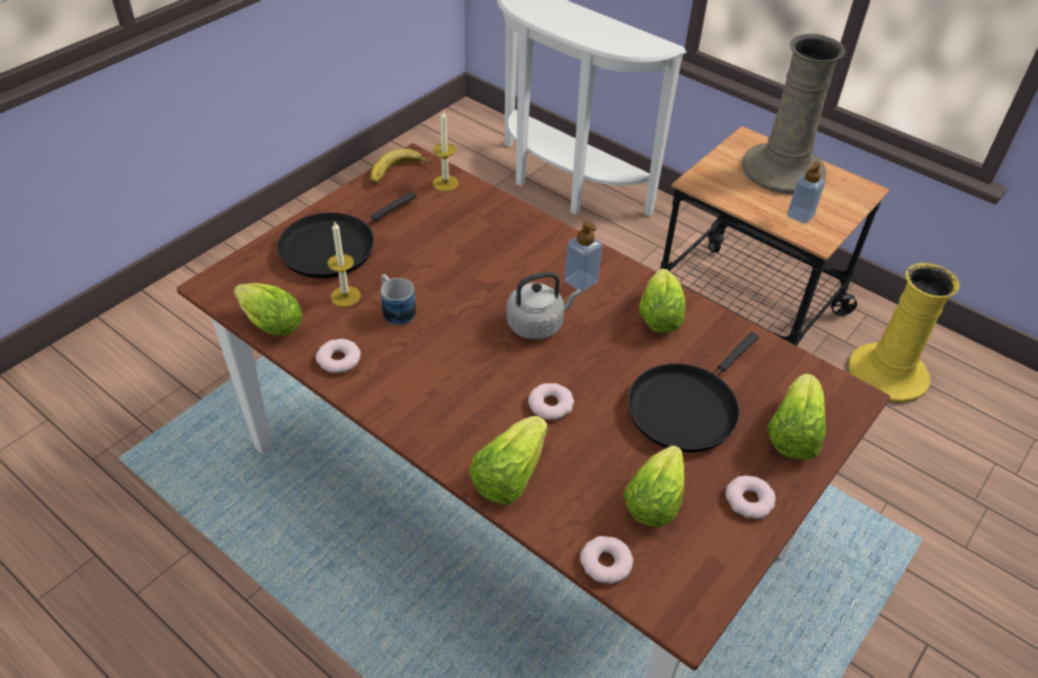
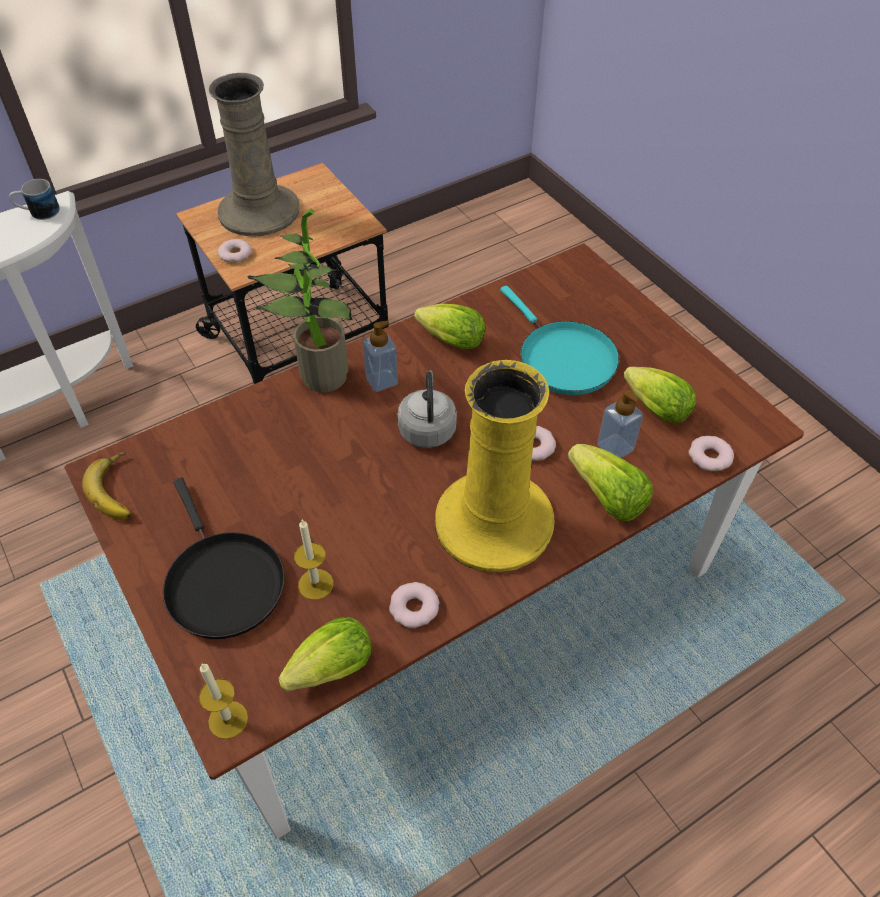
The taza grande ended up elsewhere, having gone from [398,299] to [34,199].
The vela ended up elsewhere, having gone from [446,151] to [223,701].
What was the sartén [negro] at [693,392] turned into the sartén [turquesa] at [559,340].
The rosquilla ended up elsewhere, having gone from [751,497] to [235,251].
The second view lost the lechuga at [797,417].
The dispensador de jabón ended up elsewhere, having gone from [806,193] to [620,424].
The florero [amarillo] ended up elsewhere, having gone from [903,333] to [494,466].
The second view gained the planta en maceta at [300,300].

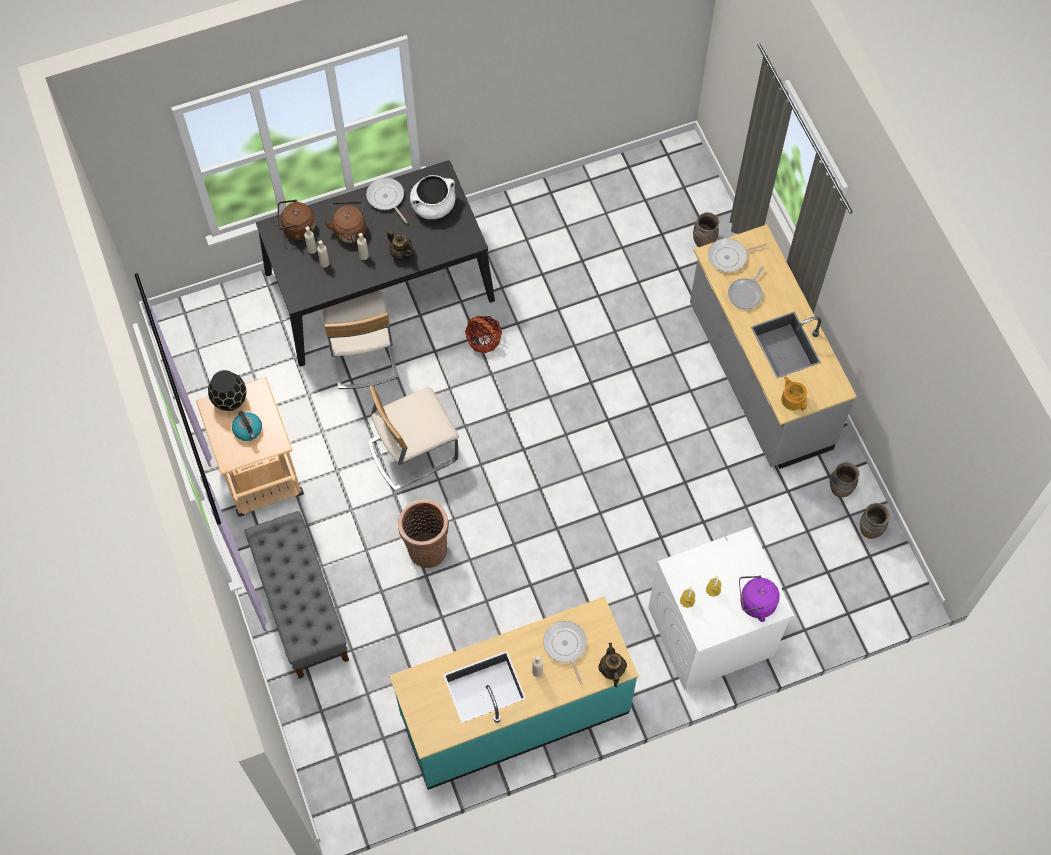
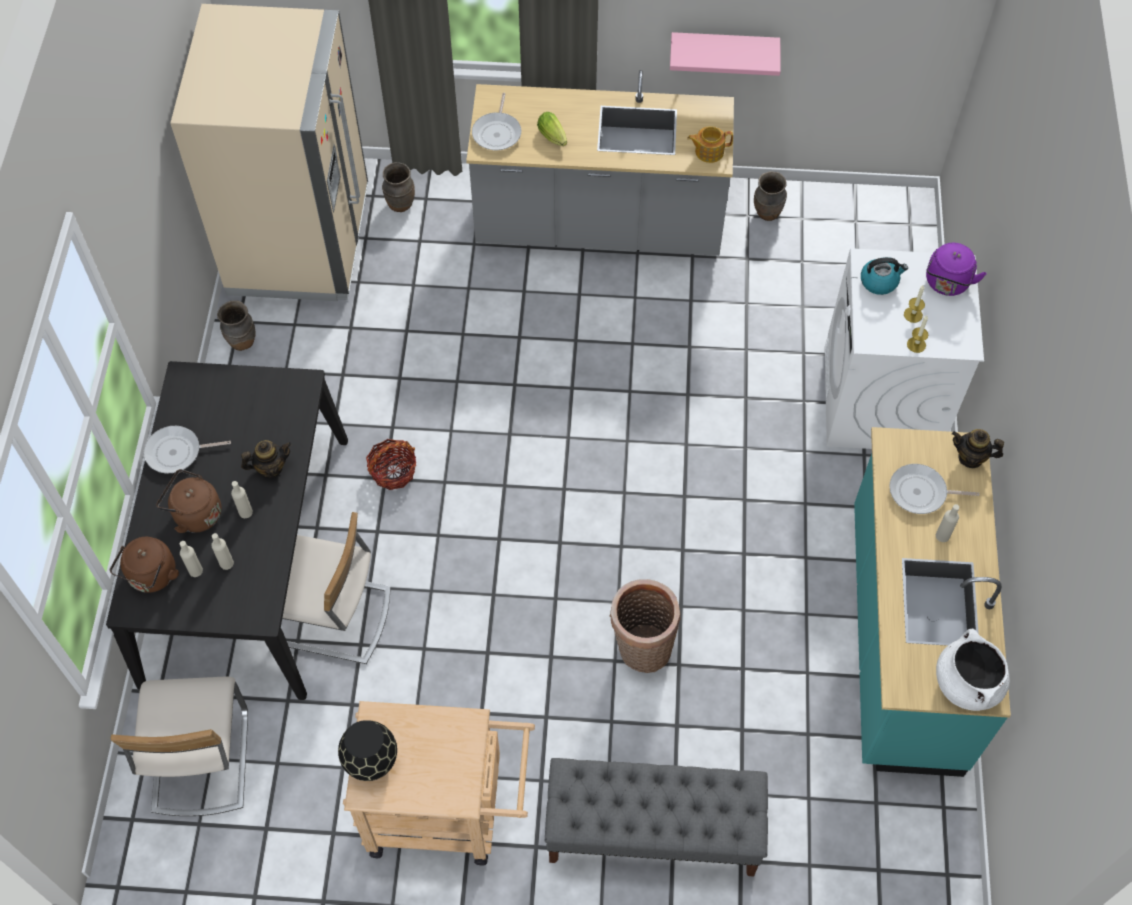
The hervidor ended up elsewhere, having gone from [247,426] to [884,276].
The silla [beis] ended up elsewhere, having gone from [413,438] to [179,746].
The olla [blanco] ended up elsewhere, having gone from [432,197] to [973,670].
Where the sartén stood at [746,288], the lechuga came to stand at [552,129].
The florero [marrón] ended up elsewhere, having gone from [875,521] to [236,325].
The second view gained the nevera [beis] at [269,152].
The second view gained the estante [rosa] at [725,54].

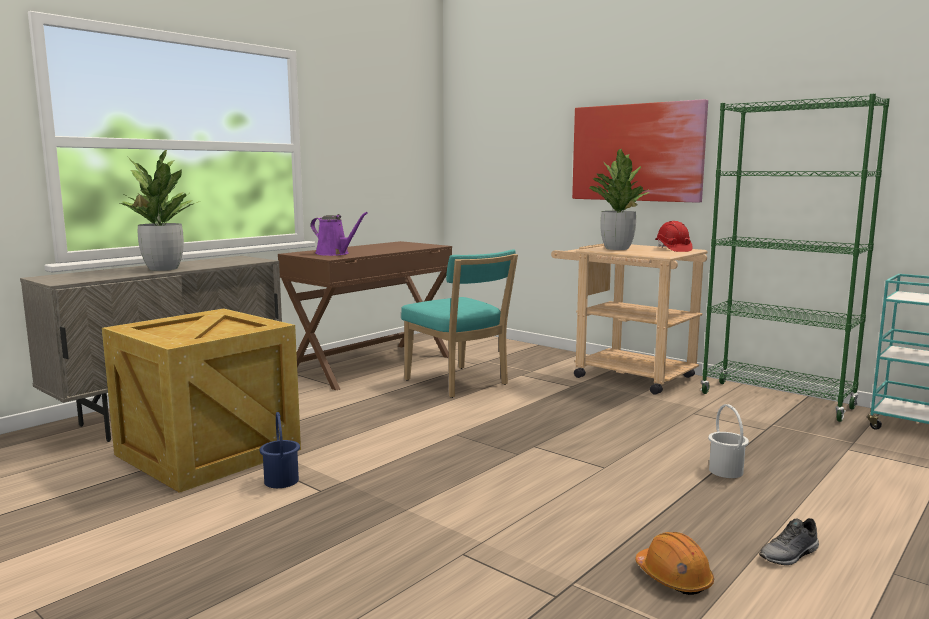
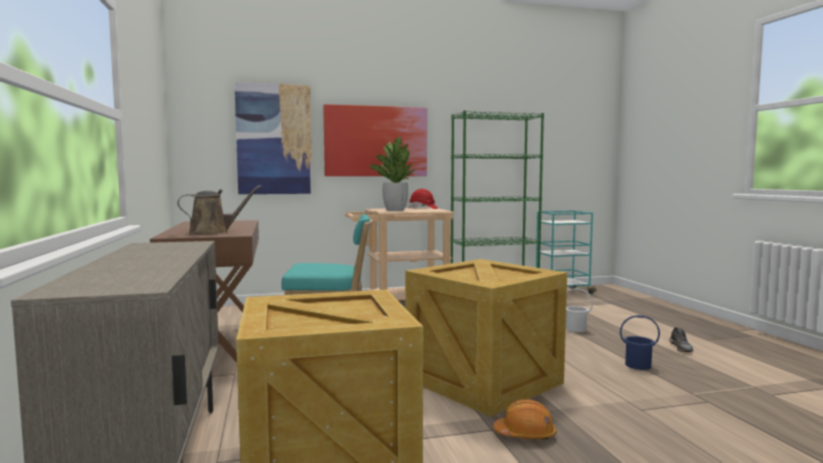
The second view lost the planta en maceta at [160,210].
The cubo [azul] ended up elsewhere, having gone from [280,450] to [640,342].
What was the regadera [morado] at [339,234] turned into the regadera [marrón] at [219,209].
The casco [naranja] ended up elsewhere, having gone from [674,563] to [524,419].
The second view gained the cuadro at [273,138].
The second view gained the caja de embalaje at [486,338].

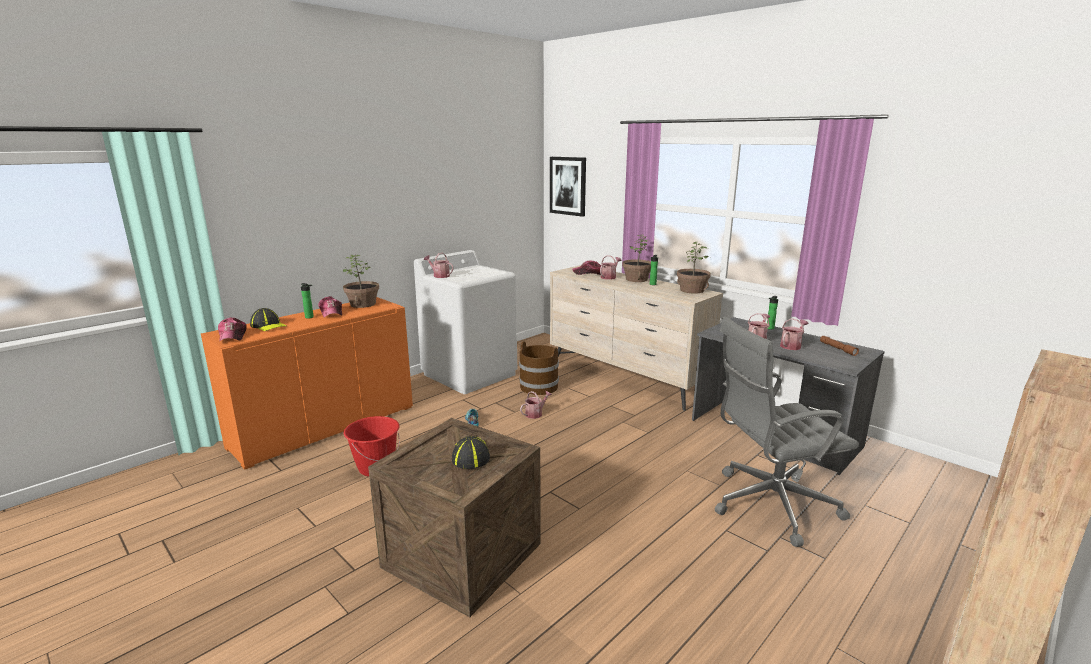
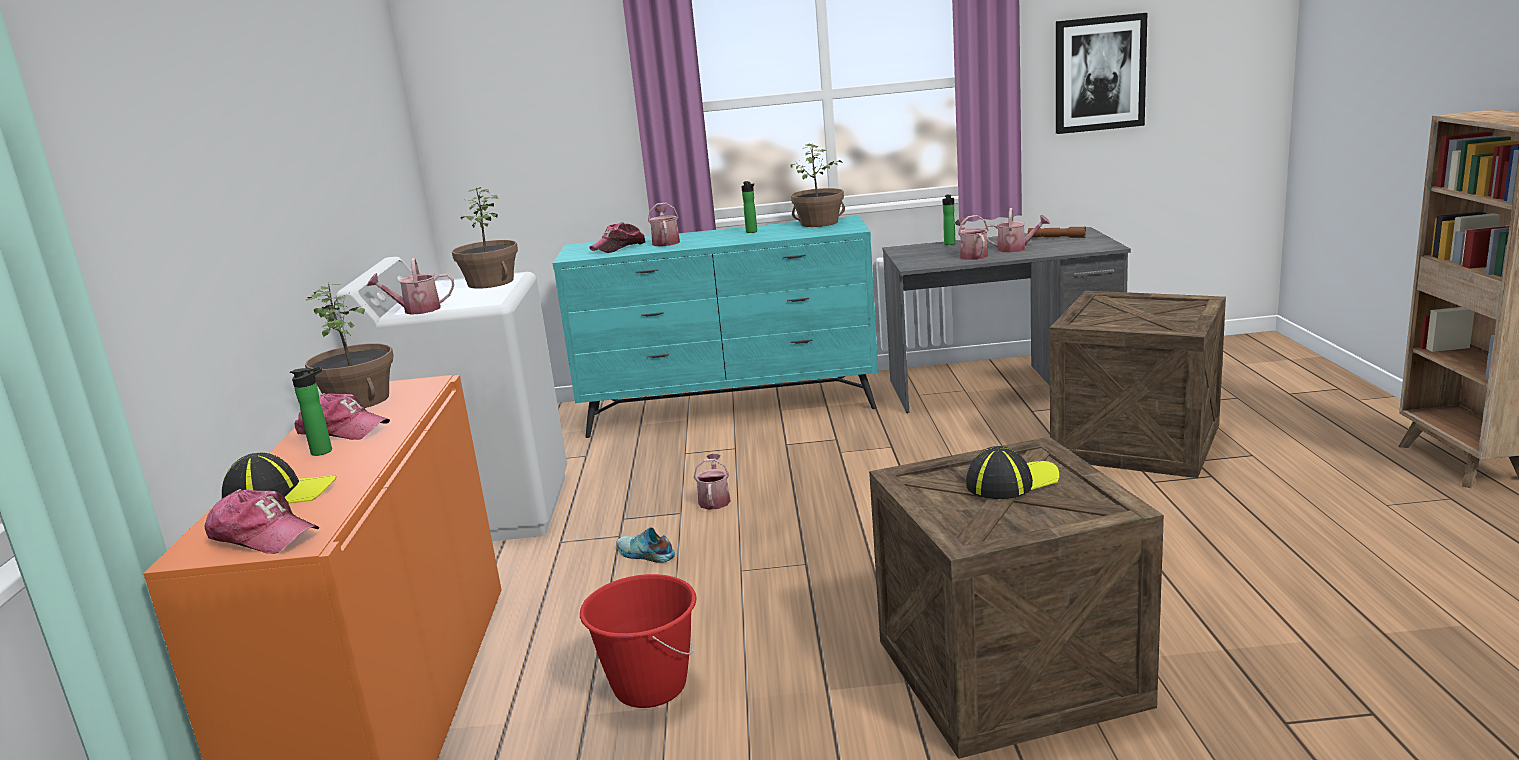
The gorra at [471,452] ended up facing another way, 120 degrees clockwise from before.
The second view lost the cubo [marrón] at [539,368].
The cuadro ended up elsewhere, having gone from [568,187] to [1101,73].
What was the cómoda [beis] at [636,338] turned into the cómoda [turquesa] at [716,327].
The planta en maceta ended up elsewhere, having gone from [636,258] to [485,238].
Where the silla de oficina [gris] stood at [787,432], the caja de embalaje came to stand at [1138,384].
The regadera at [794,334] ended up facing another way, 105 degrees clockwise from before.

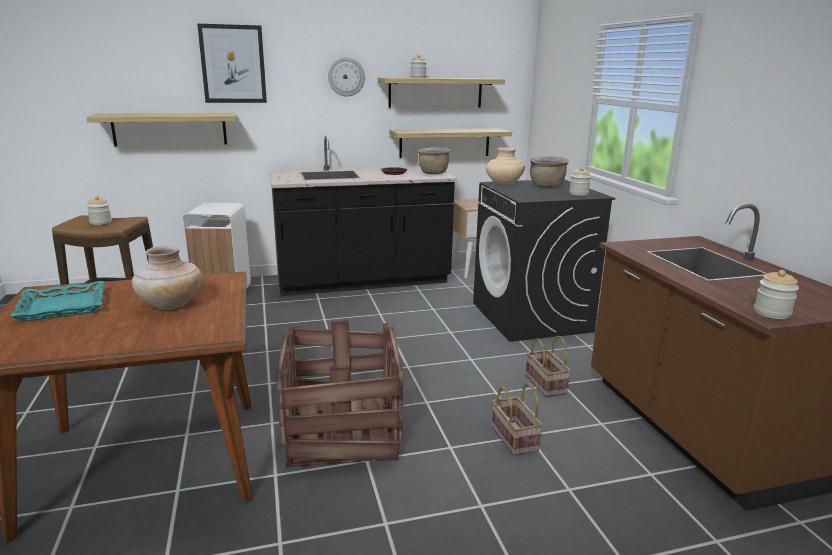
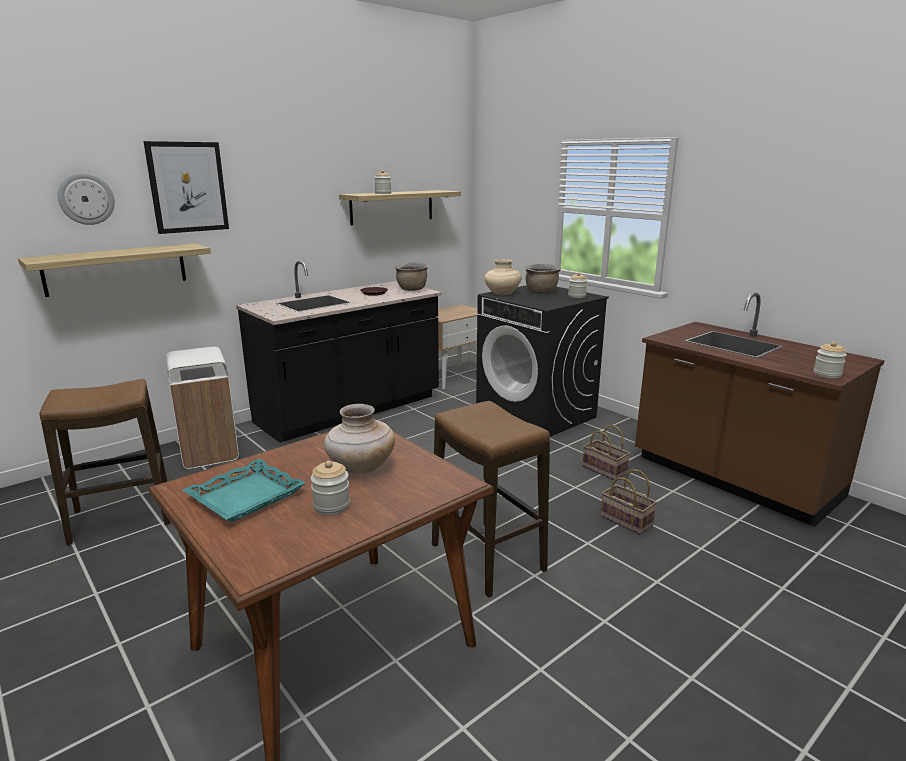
The tarro ended up elsewhere, having gone from [99,210] to [330,488].
Where the caja de embalaje stood at [339,393], the taburete came to stand at [491,499].
The reloj de pared ended up elsewhere, having gone from [346,77] to [86,199].
The second view lost the estante at [450,143].

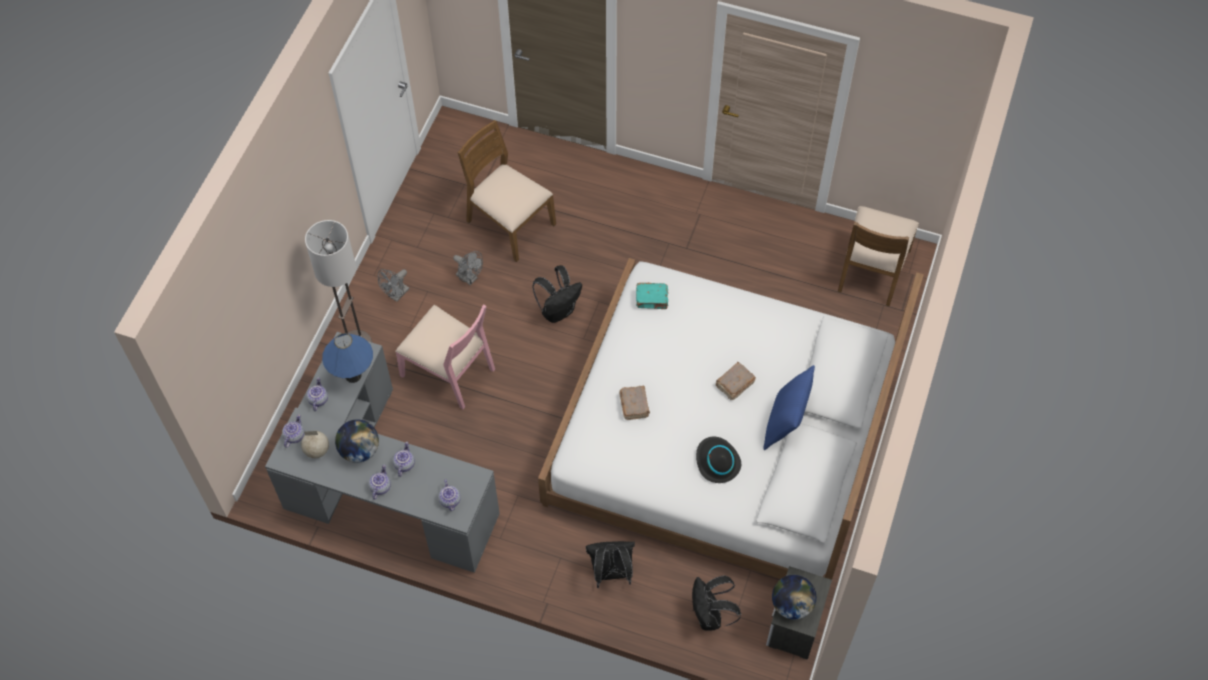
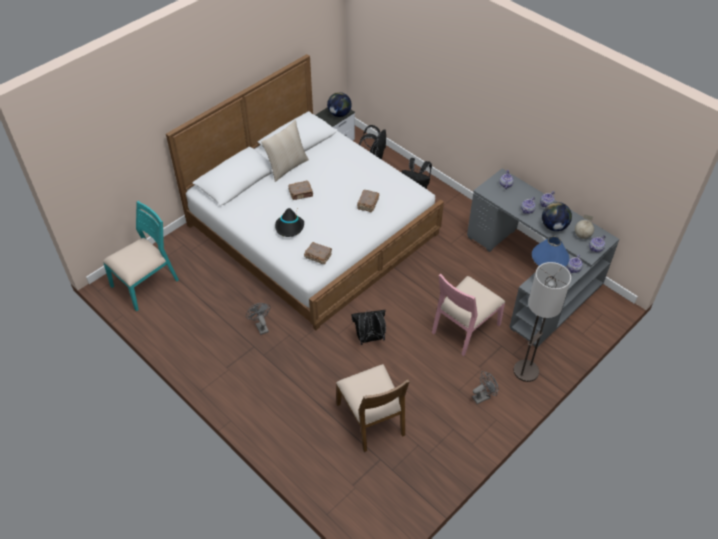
The silla [rosa] at [445,357] ended up facing another way, 105 degrees counterclockwise from before.
The ventilador [gris] ended up elsewhere, having gone from [468,268] to [258,319].
What was the libro [turquesa] at [652,296] turned into the libro [marrón] at [318,253].
The sombrero [negro] ended up elsewhere, having gone from [718,459] to [289,222].
What was the cojín [azul] at [789,407] turned into the cojín [beis] at [285,151].
What was the silla [marrón] at [878,256] turned into the silla [turquesa] at [141,256].

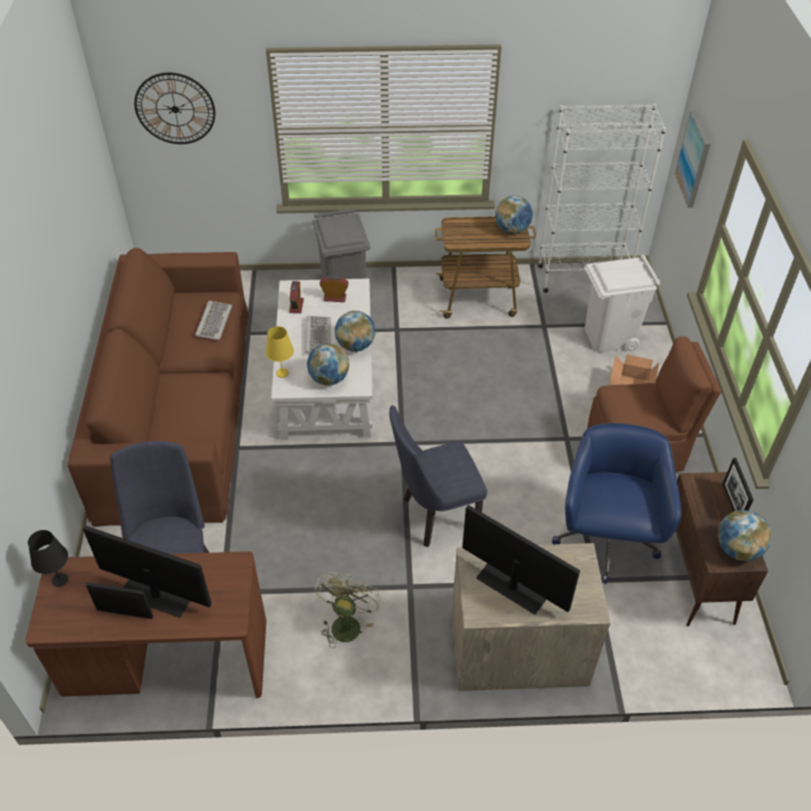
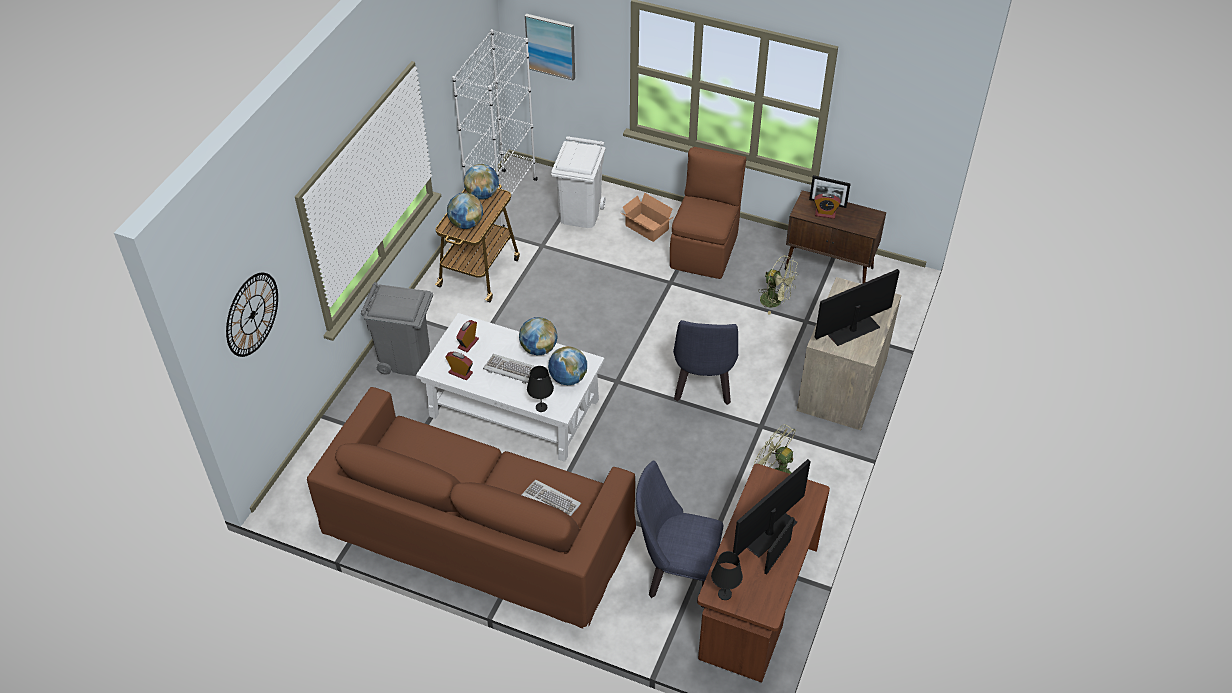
The teclado ended up elsewhere, having gone from [213,320] to [551,498].
What was the lámpara de mesa [amarillo] at [279,352] turned into the lámpara de mesa [negro] at [540,389].
Where the silla de oficina [azul] stood at [616,503], the ventilador [verde] came to stand at [778,285].
The globo terráqueo ended up elsewhere, having gone from [744,535] to [465,211].
The second view gained the despertador at [827,206].

